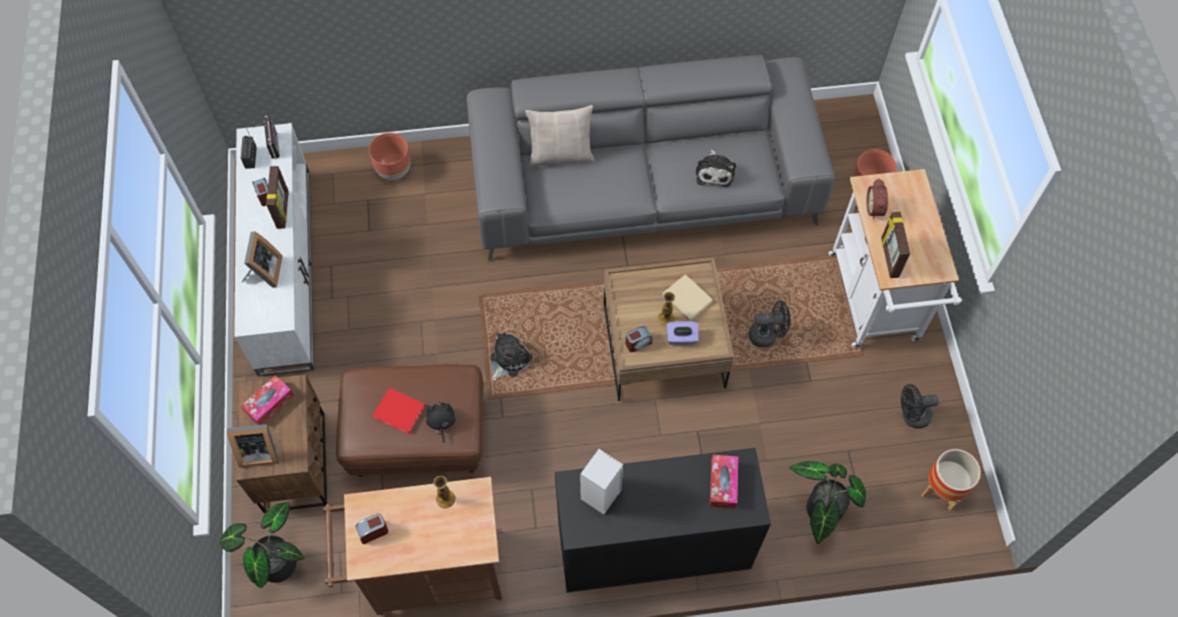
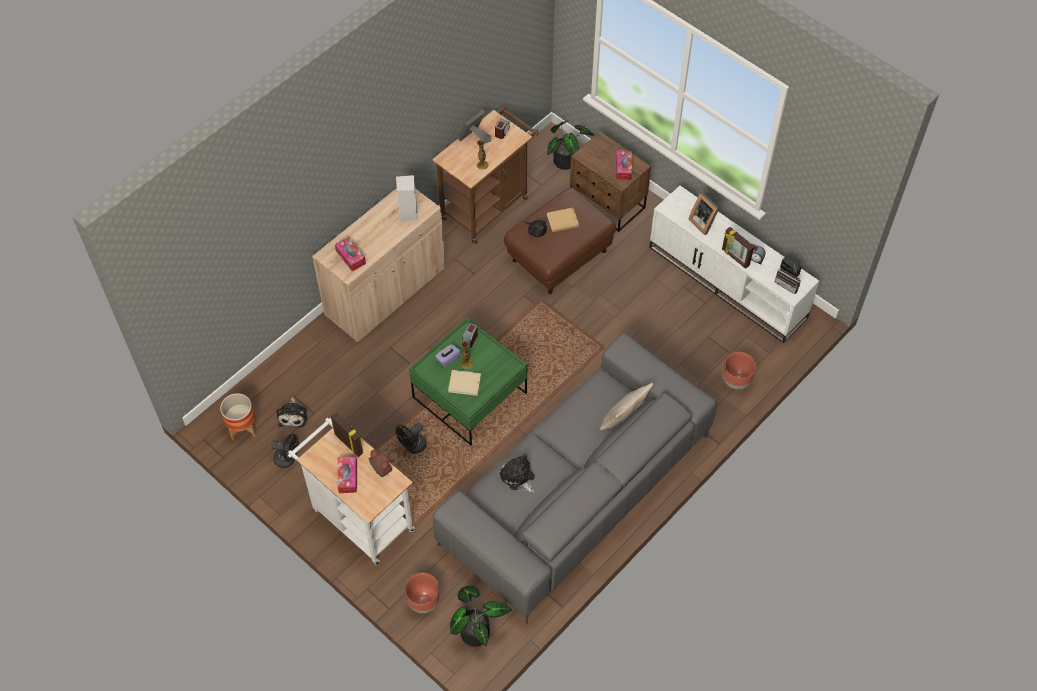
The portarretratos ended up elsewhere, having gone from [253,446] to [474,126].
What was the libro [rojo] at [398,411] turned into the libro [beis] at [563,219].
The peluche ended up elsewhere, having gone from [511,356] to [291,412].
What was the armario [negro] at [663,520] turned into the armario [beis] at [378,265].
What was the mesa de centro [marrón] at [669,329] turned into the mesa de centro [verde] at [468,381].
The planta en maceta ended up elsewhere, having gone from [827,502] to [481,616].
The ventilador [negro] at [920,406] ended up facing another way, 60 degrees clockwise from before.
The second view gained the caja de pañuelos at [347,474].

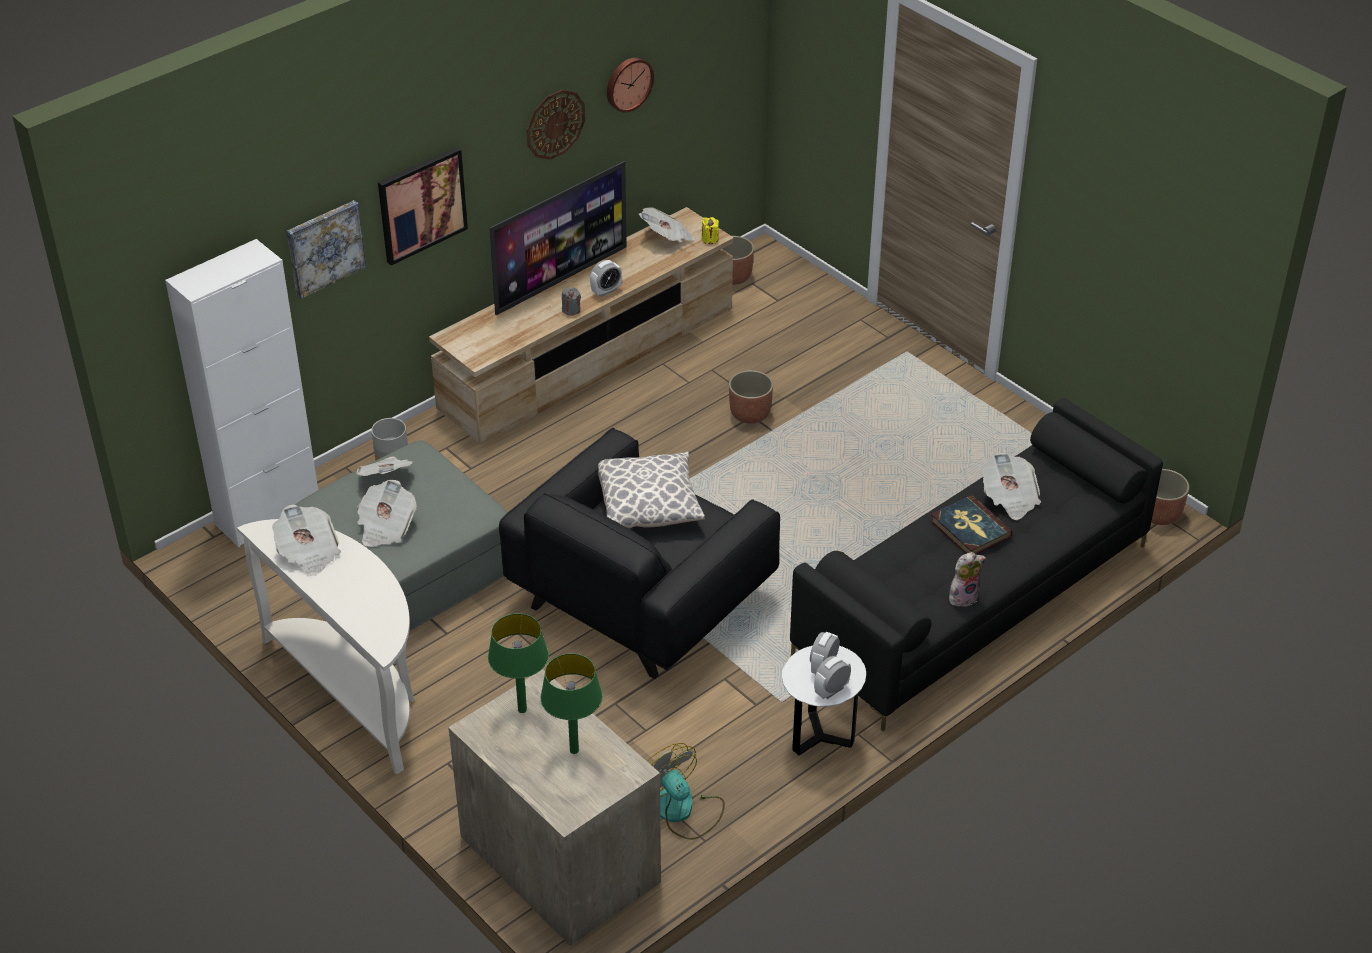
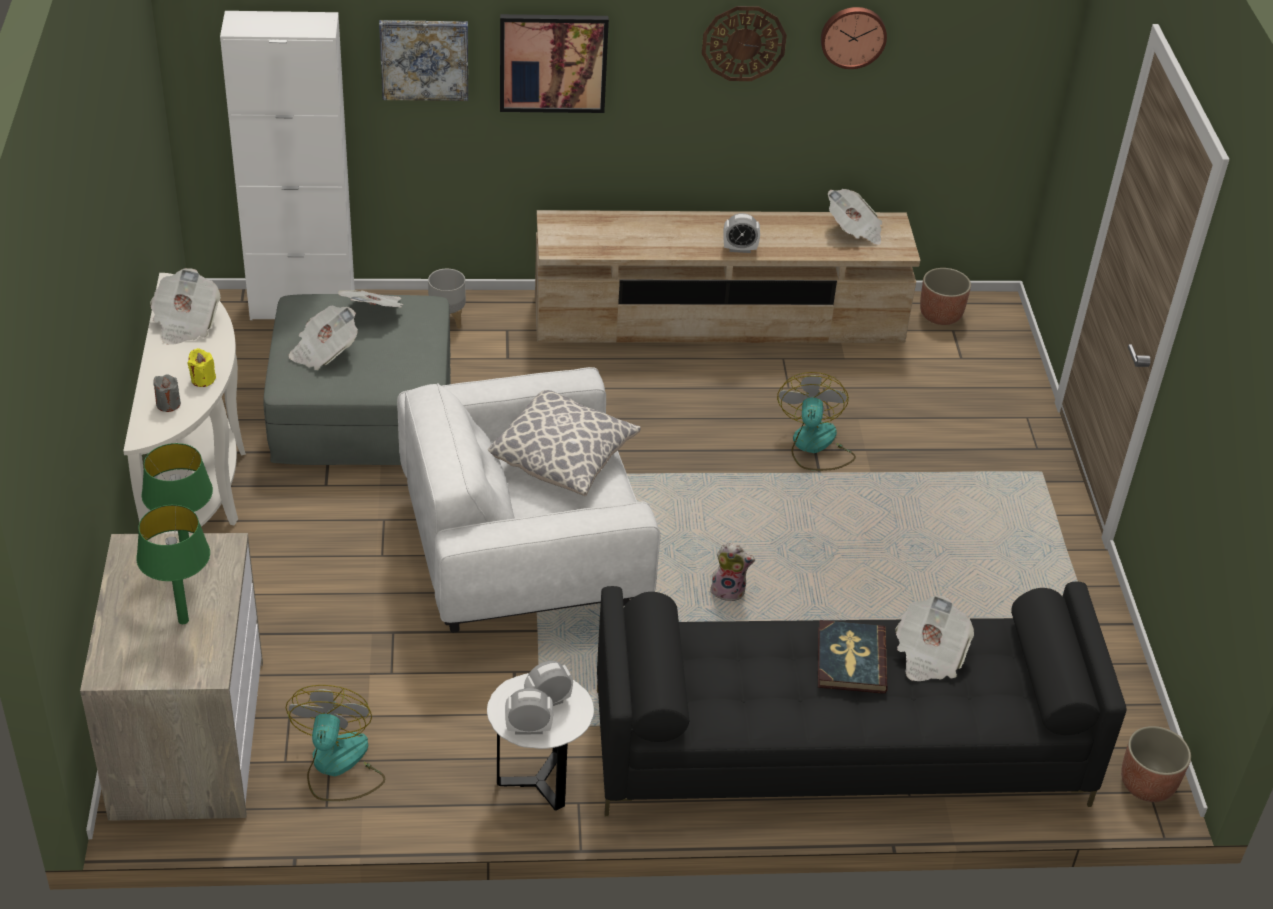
The second view lost the televisor at [558,238].
What was the sillón [negro] at [639,553] turned into the sillón [blanco] at [528,500].
The vela [gris] ended up elsewhere, having gone from [571,301] to [167,393].
The vela [amarillo] ended up elsewhere, having gone from [710,230] to [202,367].
Where the maceta stood at [751,397], the ventilador came to stand at [816,421].
The peluche ended up elsewhere, having gone from [967,579] to [732,572].

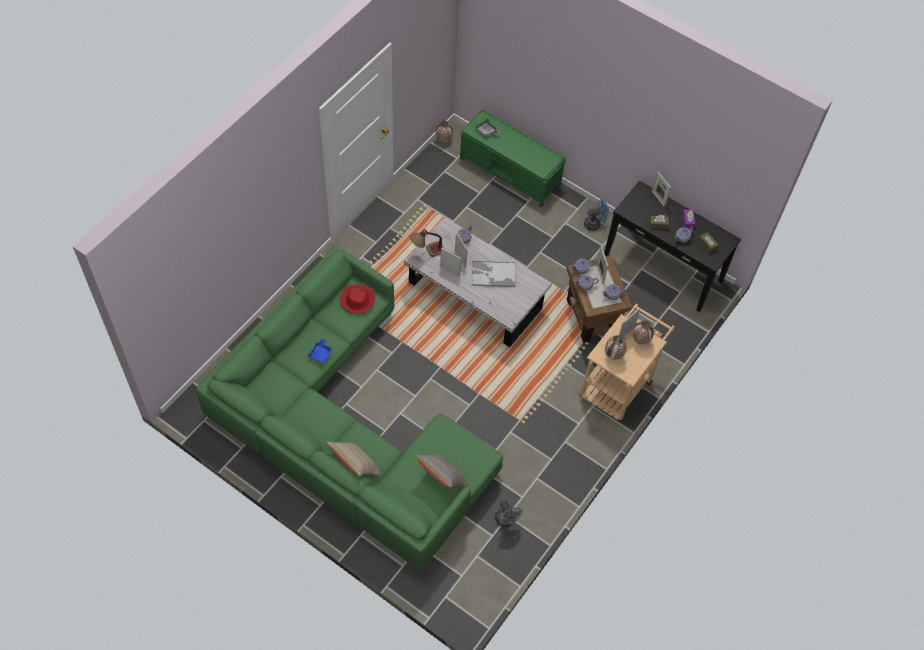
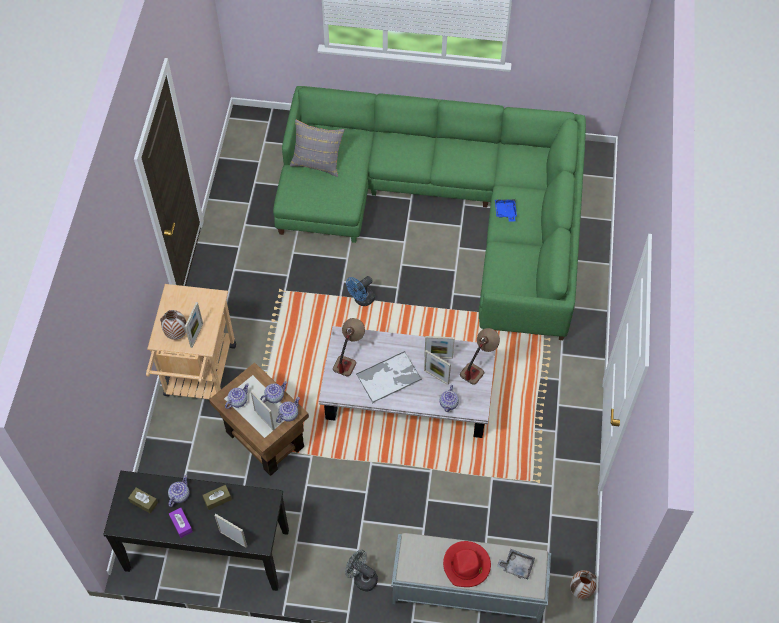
The second view lost the cojín [beis] at [354,459].
The sombrero [rojo] ended up elsewhere, having gone from [357,299] to [467,564].
What was the banco [verde] at [513,158] turned into the banco [gris] at [471,578].
The ventilador [gris] ended up elsewhere, having gone from [508,513] to [361,570].
The ventilador [azul] ended up elsewhere, having gone from [596,215] to [360,291].
The second view lost the florero at [615,348].
The second view gained the lámpara de mesa at [349,347].

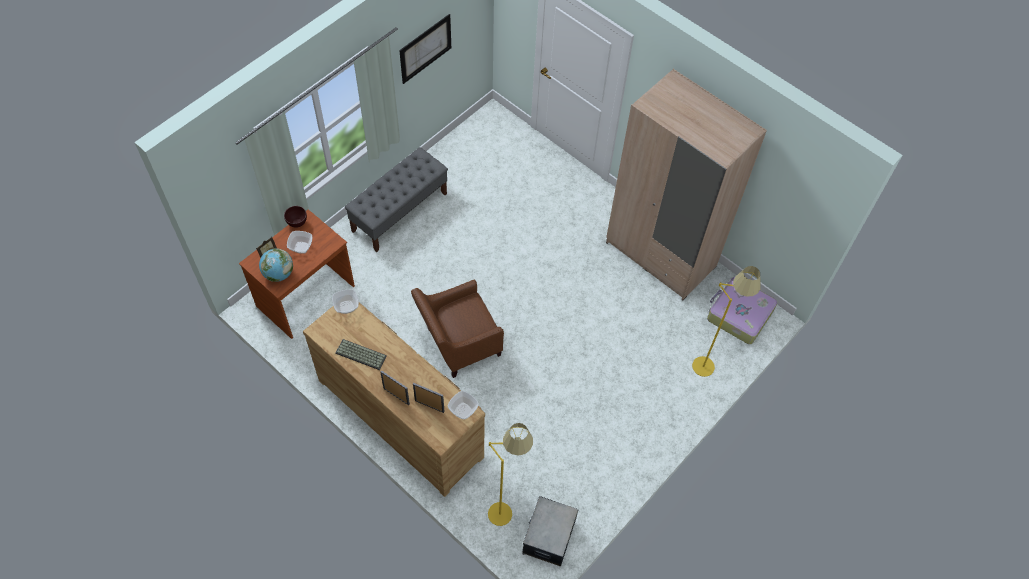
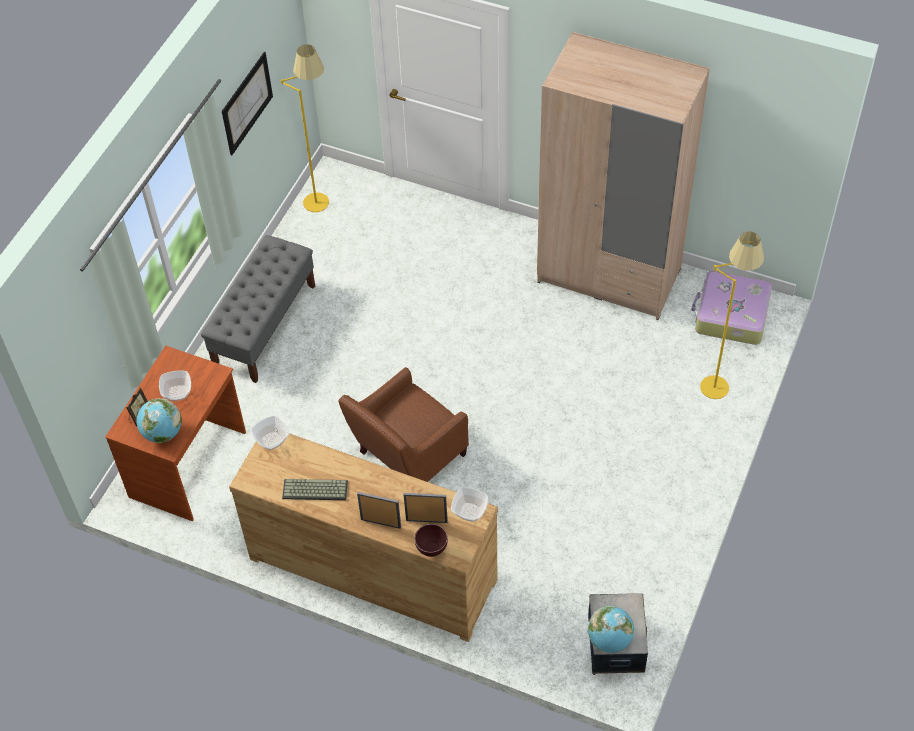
The cuenco [marrón] ended up elsewhere, having gone from [295,217] to [431,540].
The lámpara de pie [amarillo] ended up elsewhere, having gone from [510,474] to [305,128].
The second view gained the globo terráqueo at [611,629].

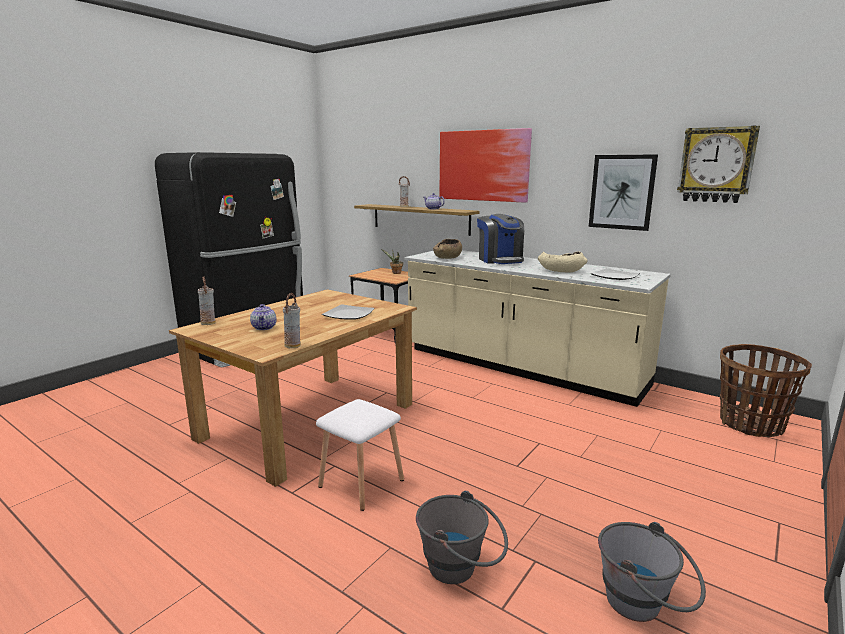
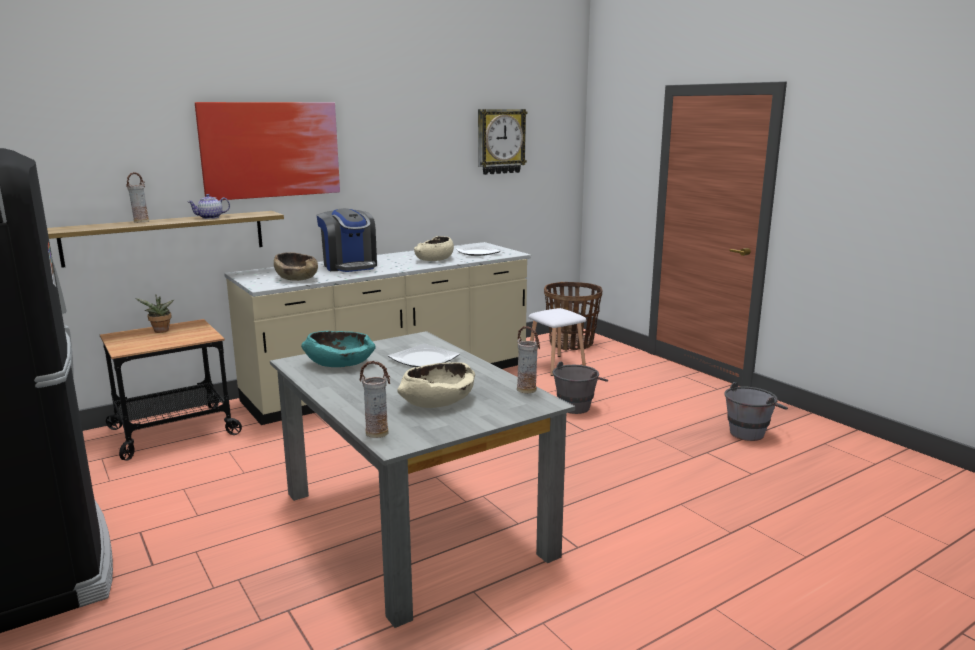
What was the mesa de comedor [marrón] at [293,388] turned into the mesa de comedor [gris] at [422,479].
Where the tetera stood at [263,317], the cuenco [beis] came to stand at [436,385].
The taburete [blanco] ended up elsewhere, having gone from [360,455] to [557,342].
The cubo [gris] ended up elsewhere, having gone from [462,537] to [580,387].
The cafetera at [500,239] ended up facing another way, 60 degrees clockwise from before.
The second view lost the cuadro at [623,192].
The second view gained the cuenco [turquesa] at [338,349].

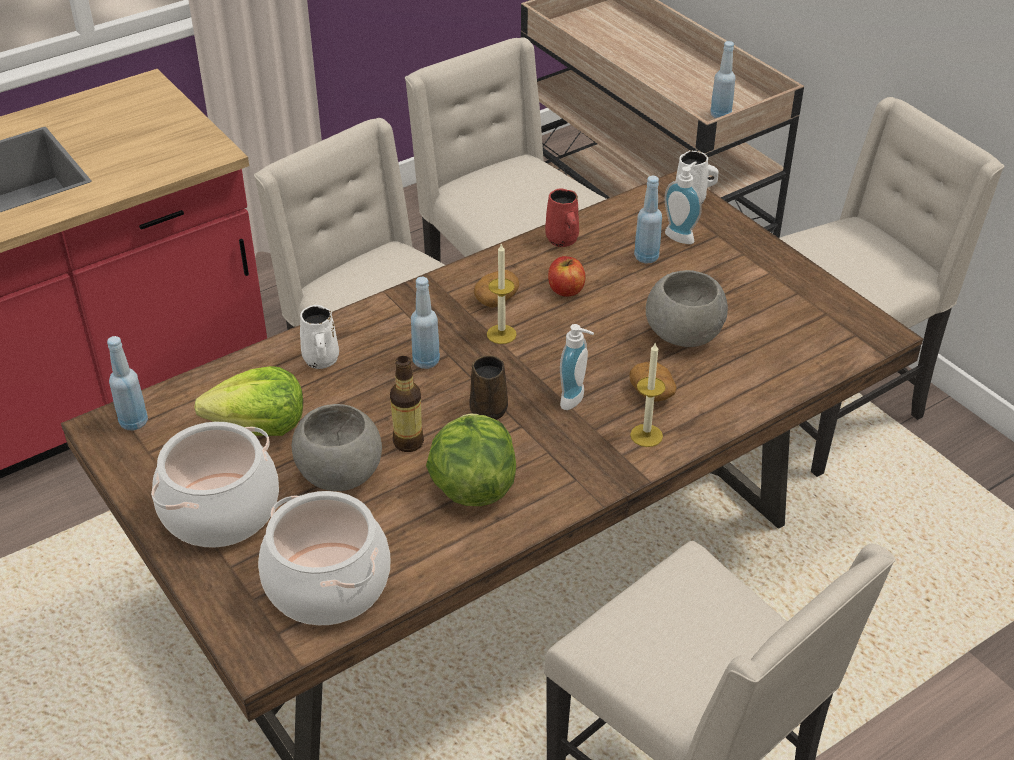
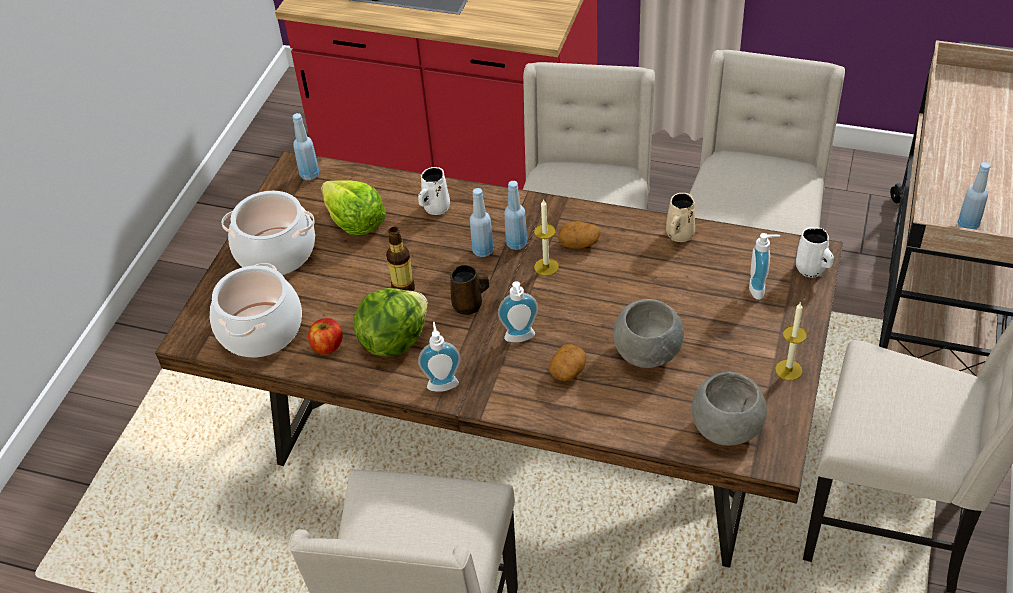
The cuenco [gris] ended up elsewhere, having gone from [337,447] to [729,409].
What was the taza grande [rojo] at [562,217] turned into the taza grande [beis] at [680,217].
The manzana ended up elsewhere, having gone from [567,276] to [325,336].
The vela ended up elsewhere, having gone from [648,394] to [791,342].
The botella [azul] ended up elsewhere, having gone from [648,219] to [515,215].
The second view gained the dispensador de jabón at [439,356].

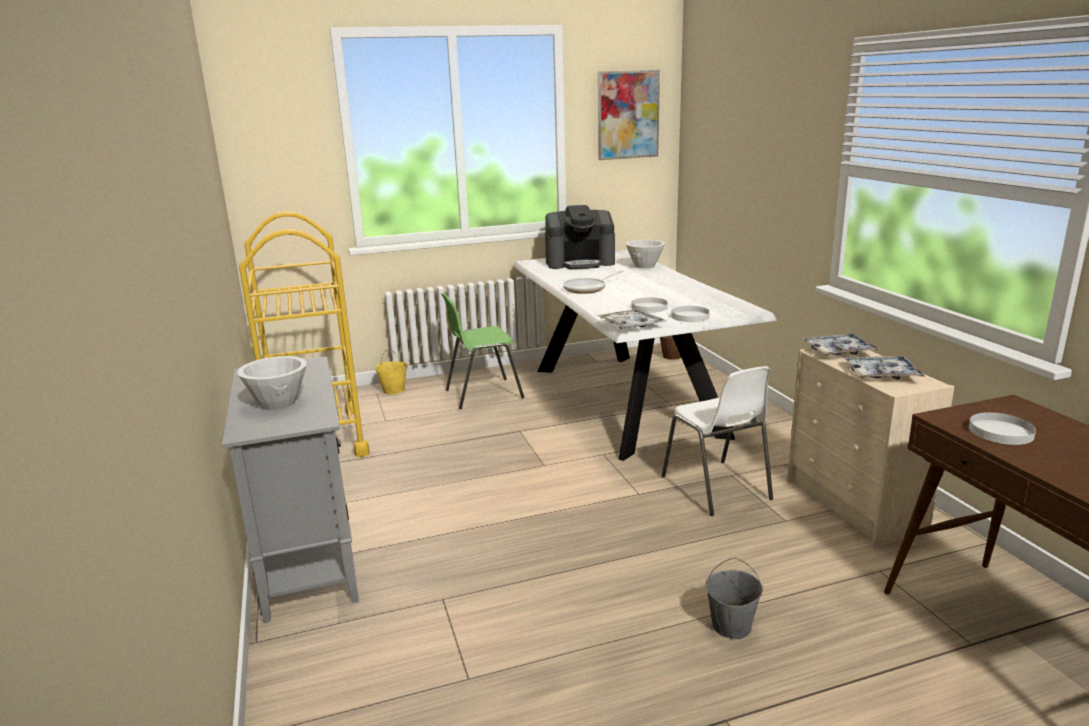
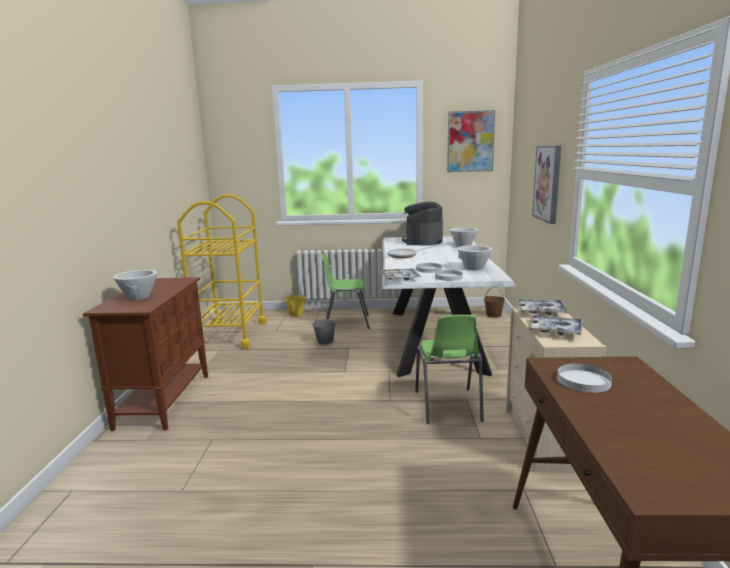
What was the armario [gris] at [290,490] turned into the armario [marrón] at [145,354].
The cafetera at [580,237] ended up facing another way, 90 degrees clockwise from before.
What was the silla [blanco] at [717,441] turned into the silla [verde] at [449,369].
The cubo [gris] ended up elsewhere, having gone from [734,598] to [324,327].
The second view gained the cuenco [blanco] at [474,257].
The second view gained the cuadro at [546,185].

